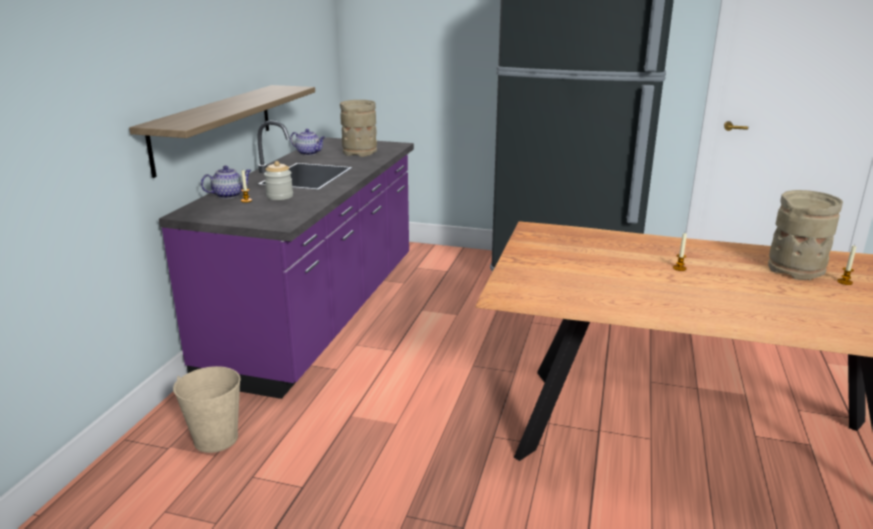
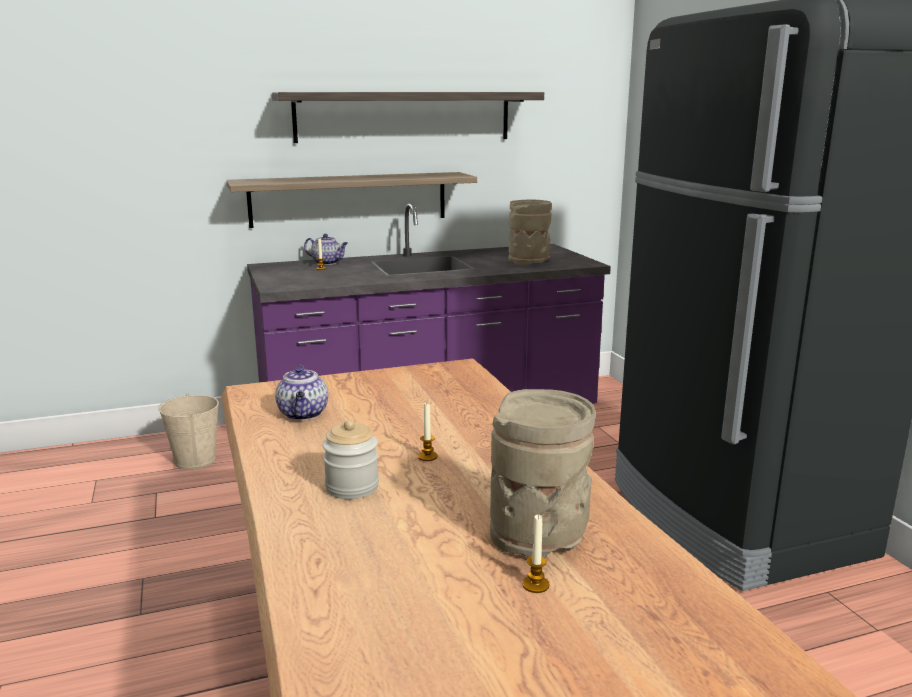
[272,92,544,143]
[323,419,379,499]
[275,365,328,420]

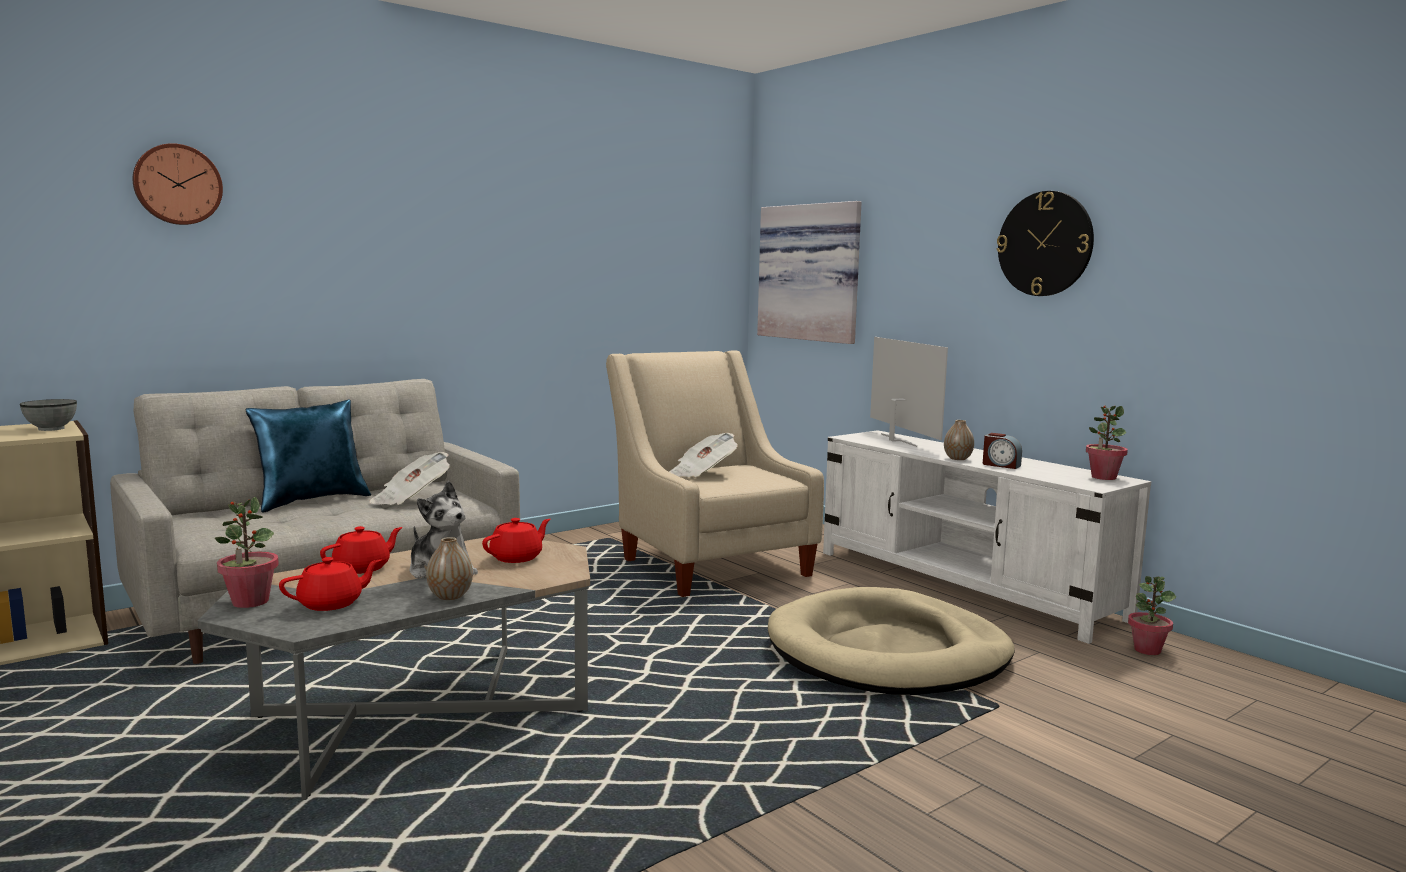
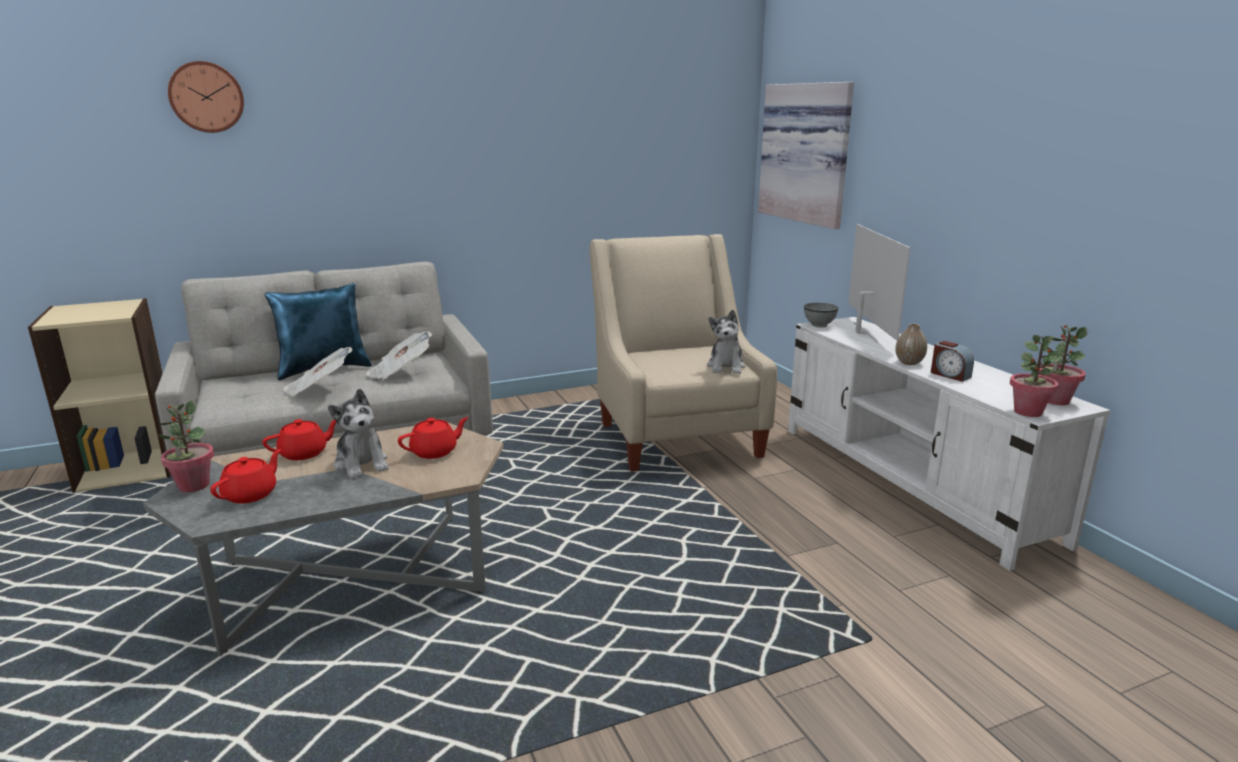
[426,537,473,600] (first image)
[768,587,1015,695] (first image)
[996,191,1094,296] (first image)
[707,310,745,374]
[804,303,838,328]
[283,347,352,396]
[1010,335,1063,417]
[210,449,281,503]

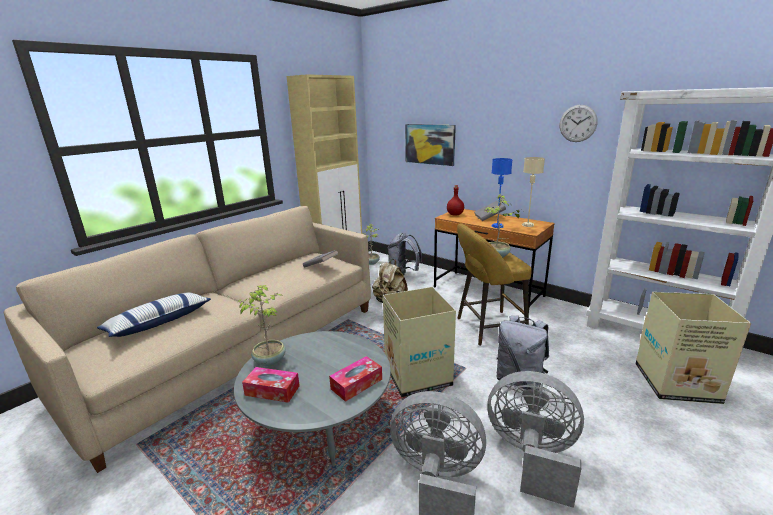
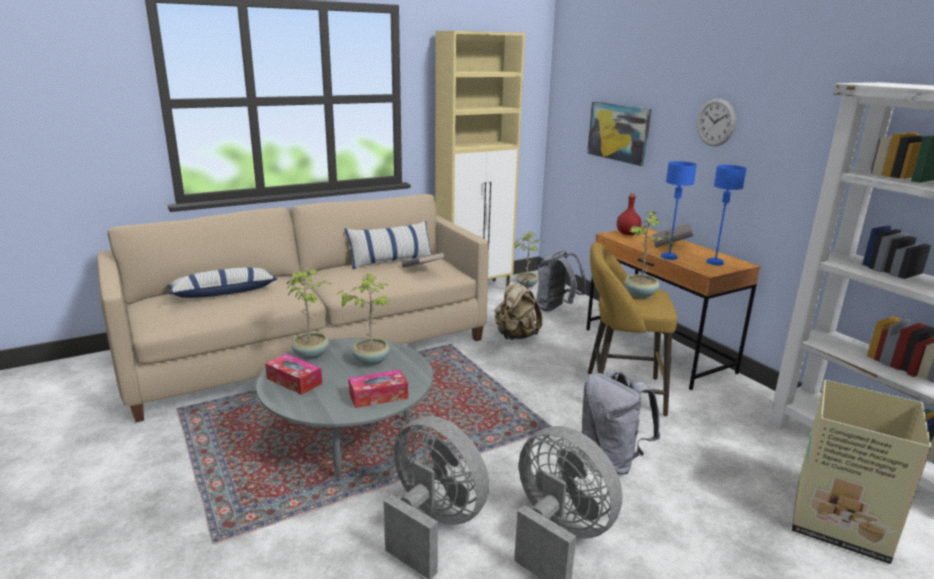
[383,287,456,398] (first image)
[337,273,391,366]
[345,221,432,269]
[697,98,736,146]
[706,165,747,266]

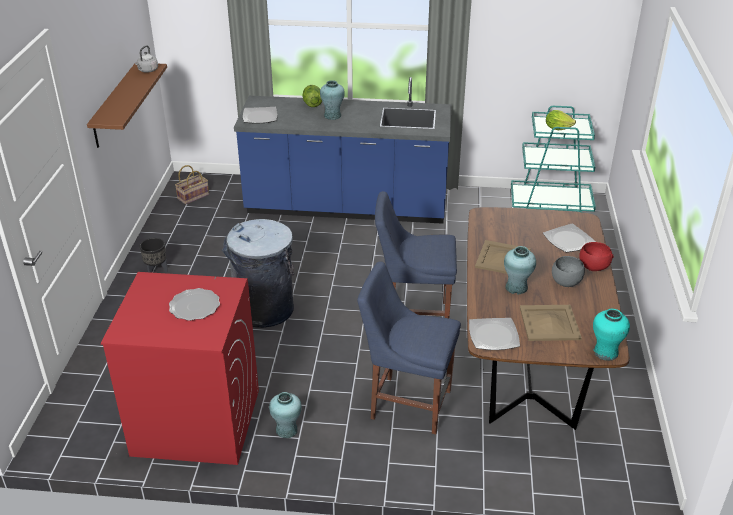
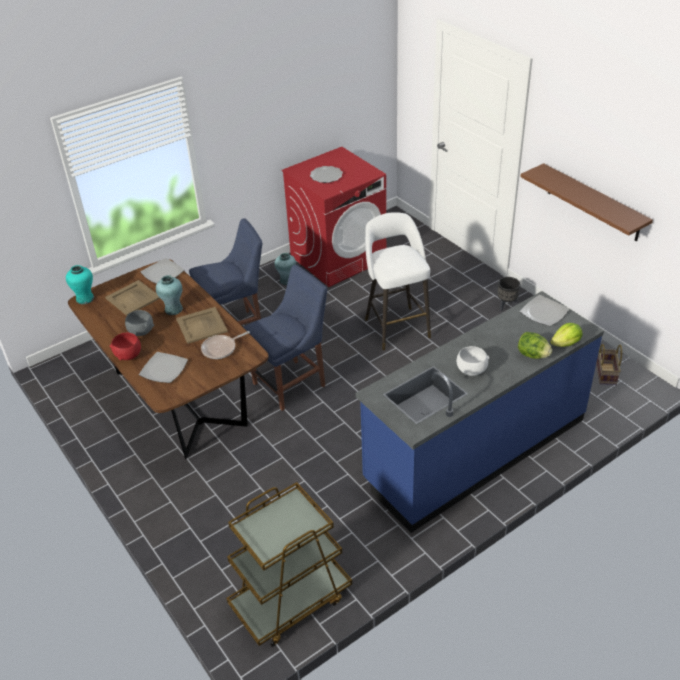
[135,45,158,73] (first image)
[320,80,345,120] (first image)
[201,331,250,359]
[457,346,489,376]
[550,323,582,347]
[365,212,431,350]
[226,482,352,647]

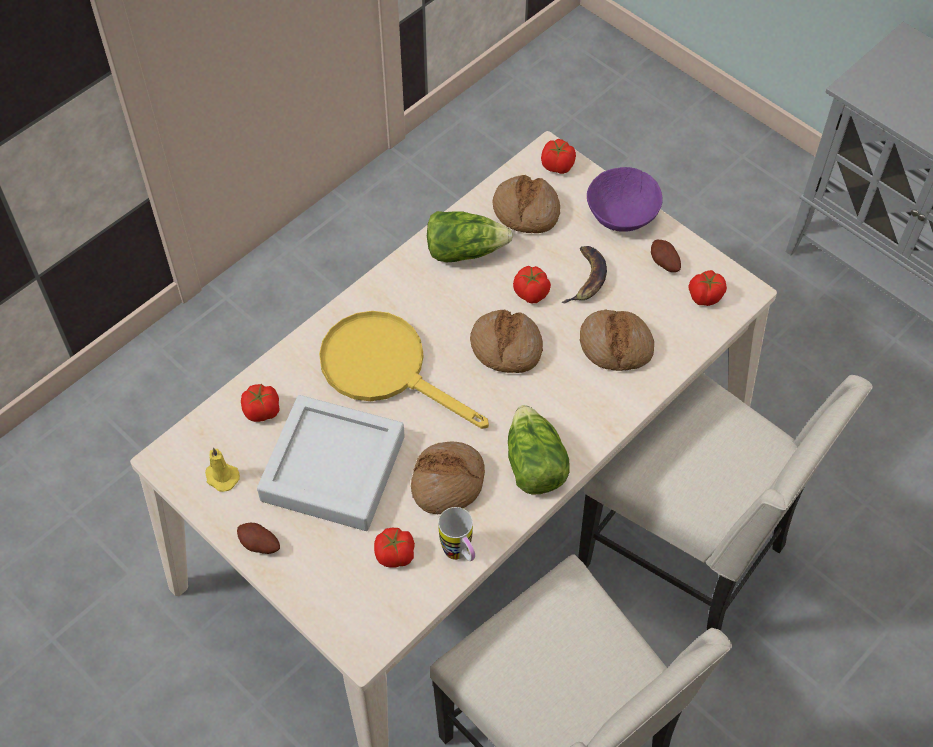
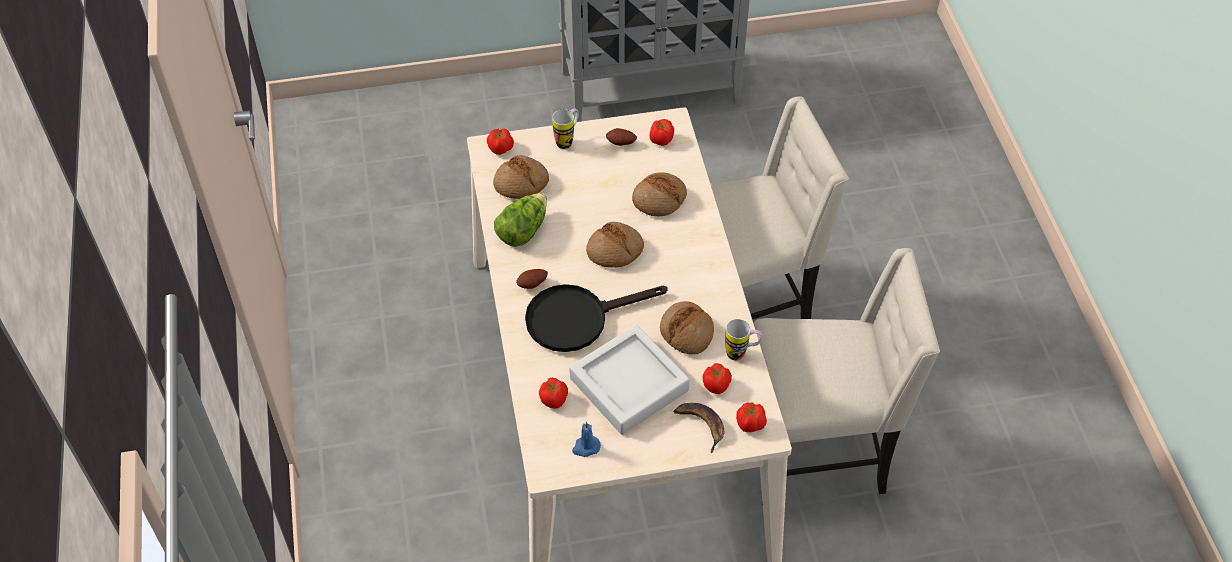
[508,405,570,494] (first image)
[516,269,548,289]
[736,402,767,432]
[674,403,724,453]
[552,108,579,149]
[572,422,601,457]
[525,284,668,352]

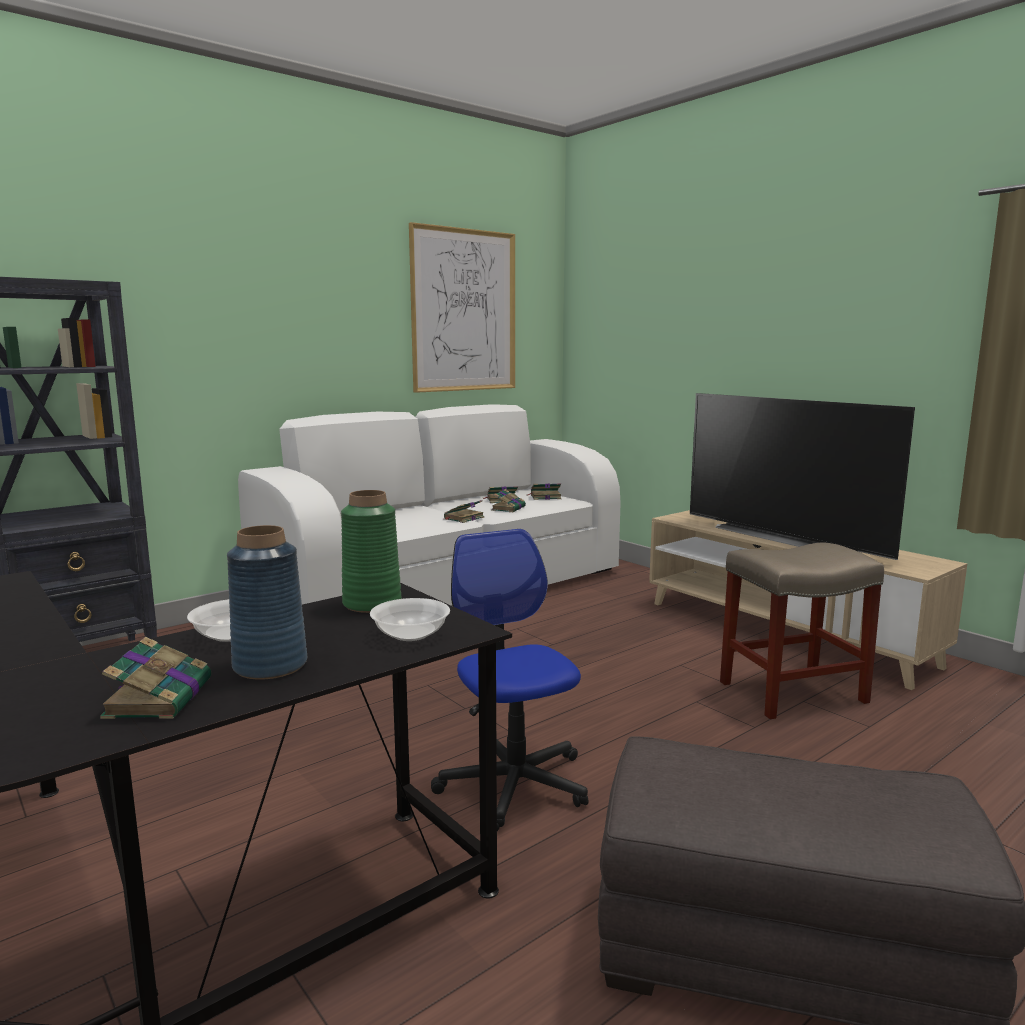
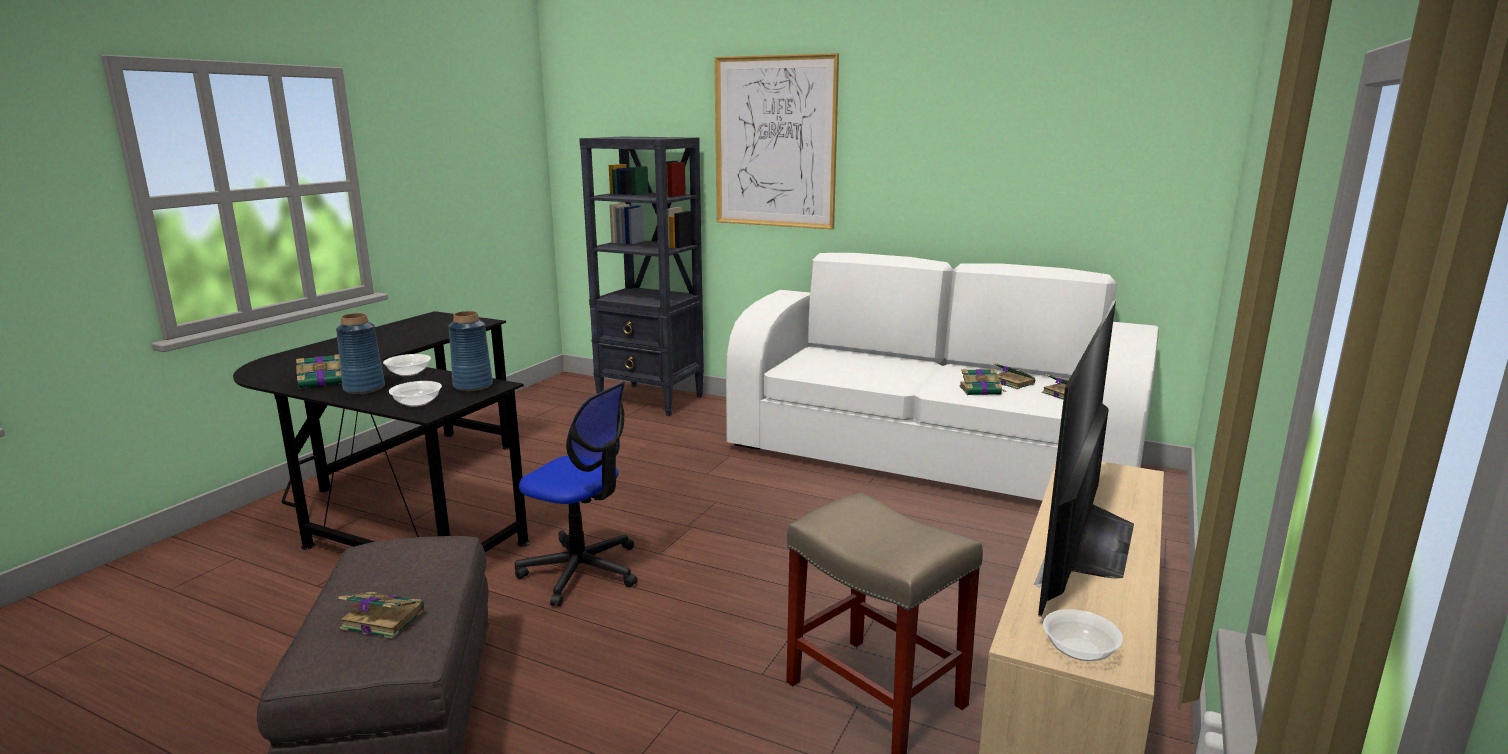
[1043,609,1123,661]
[714,53,839,229]
[339,592,424,639]
[448,311,493,391]
[515,382,637,606]

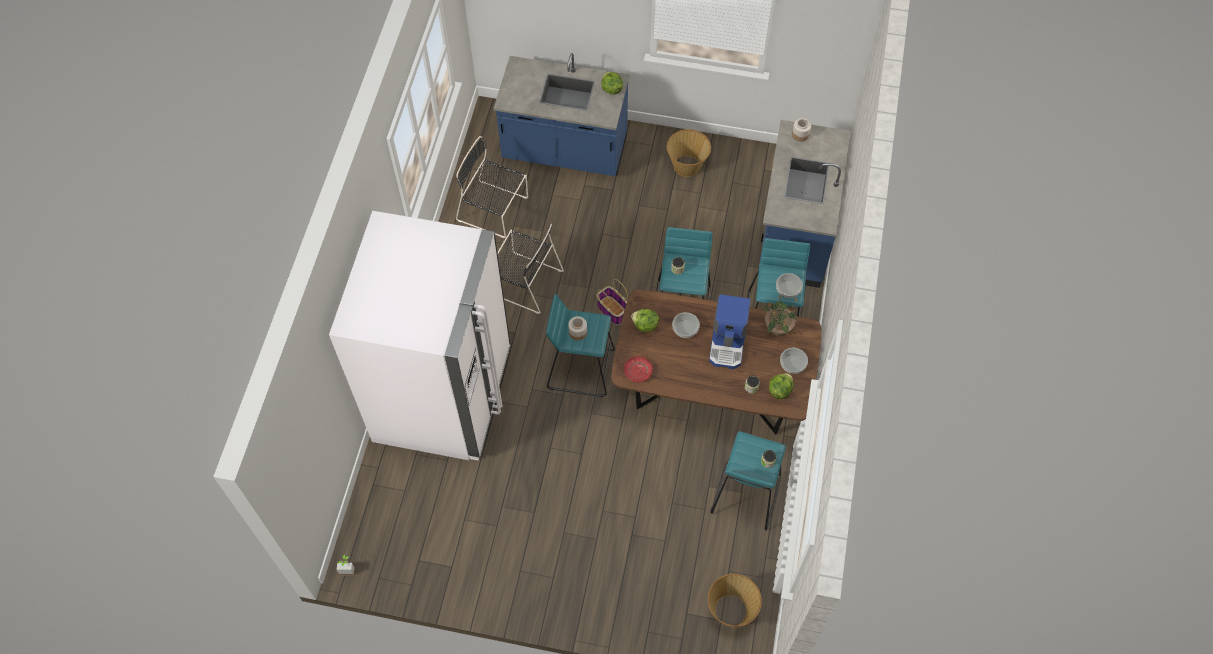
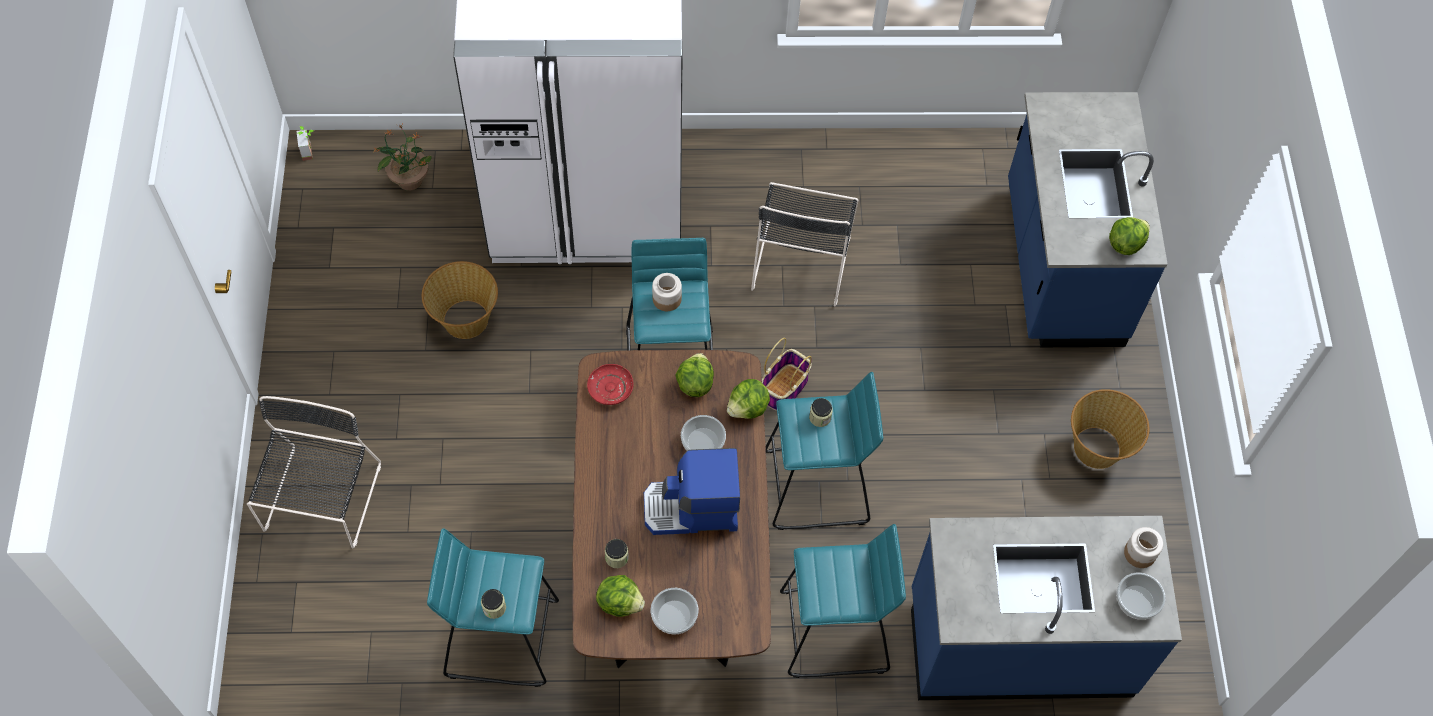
[727,379,770,419]
[247,396,381,548]
[422,261,498,339]
[373,124,432,191]
[1116,573,1166,620]

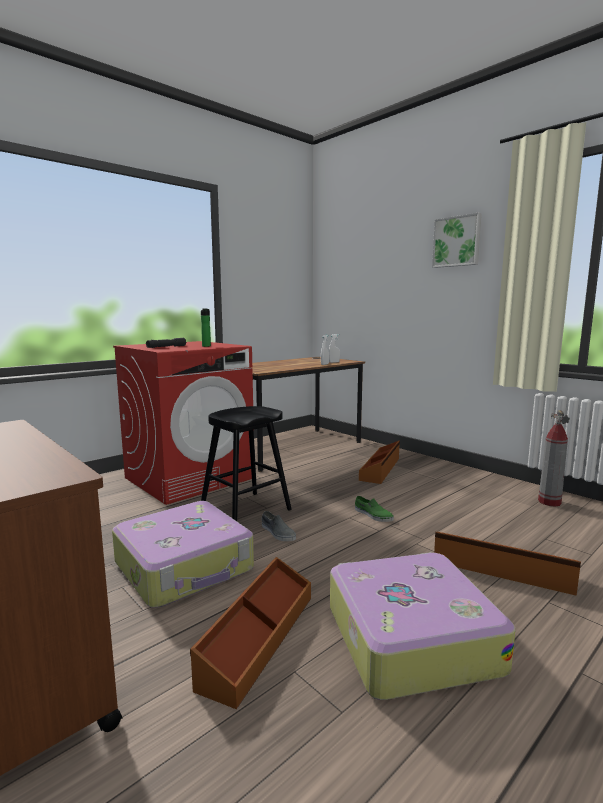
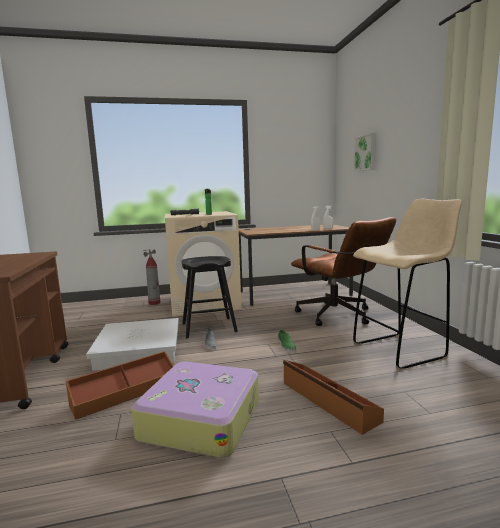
[353,199,462,371]
[354,133,376,172]
[143,249,161,305]
[86,318,179,371]
[291,217,396,326]
[165,211,241,316]

